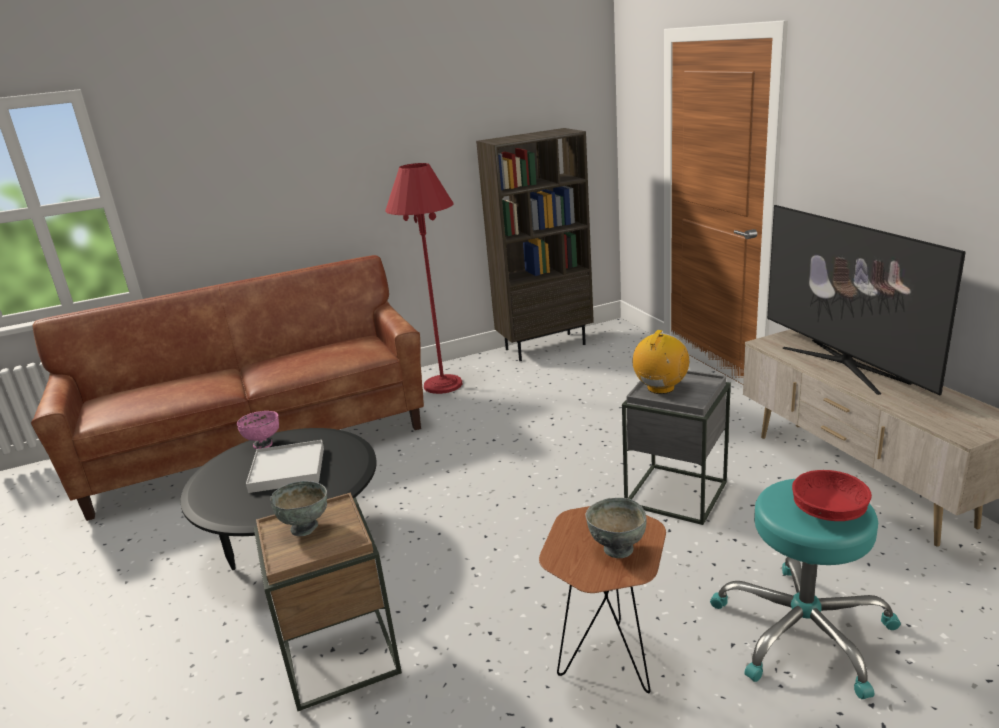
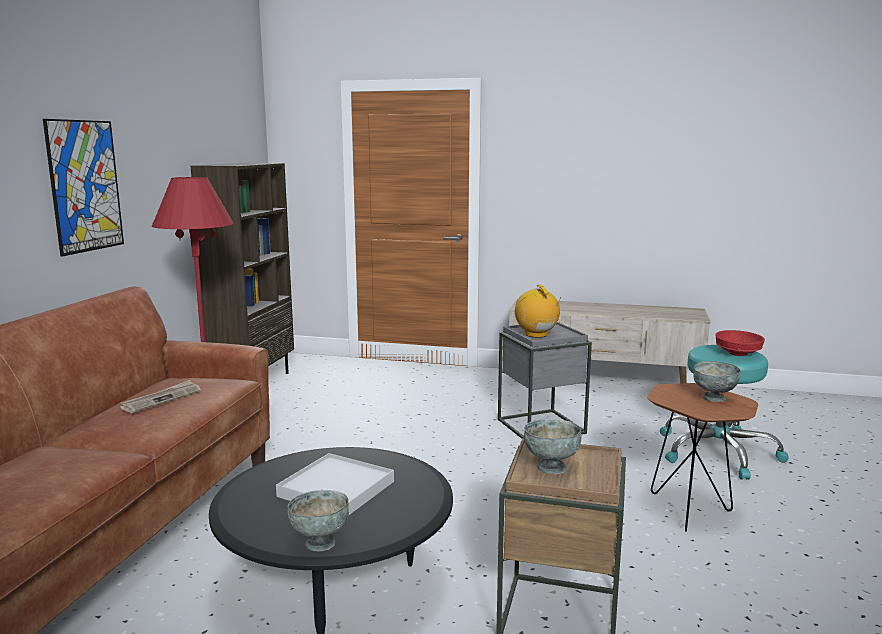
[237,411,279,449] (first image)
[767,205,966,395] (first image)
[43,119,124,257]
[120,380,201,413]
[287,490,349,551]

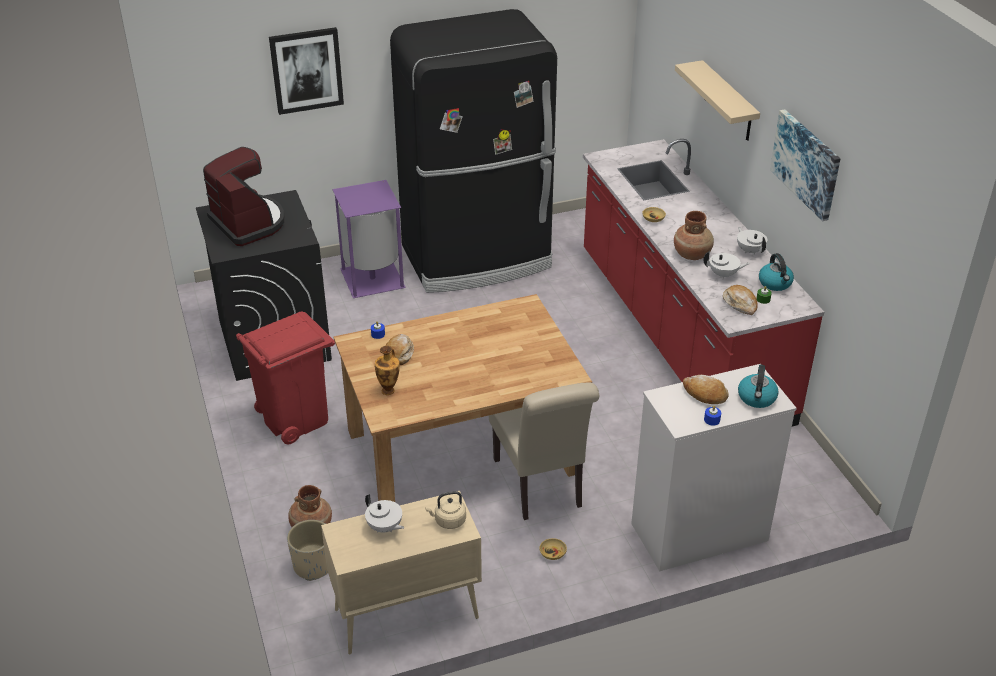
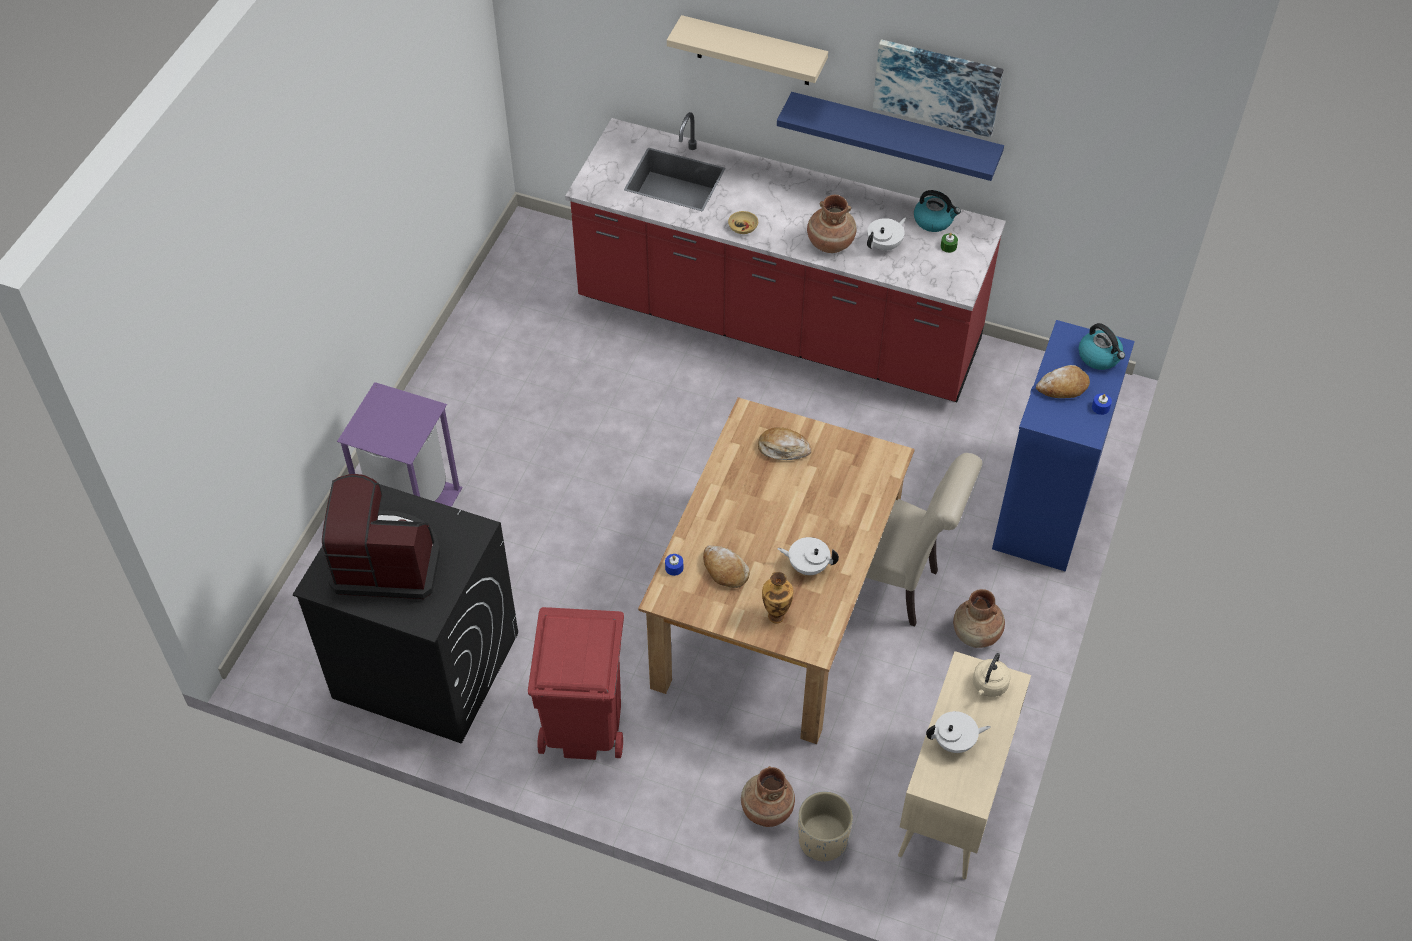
[269,27,344,115] (first image)
[390,9,557,293] (first image)
[777,92,1004,181]
[758,427,811,460]
[777,537,839,575]
[953,589,1005,648]
[992,320,1135,571]

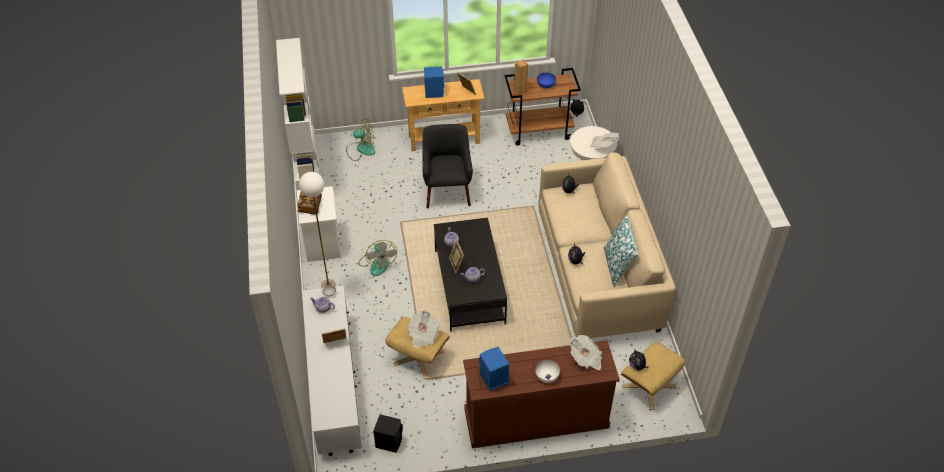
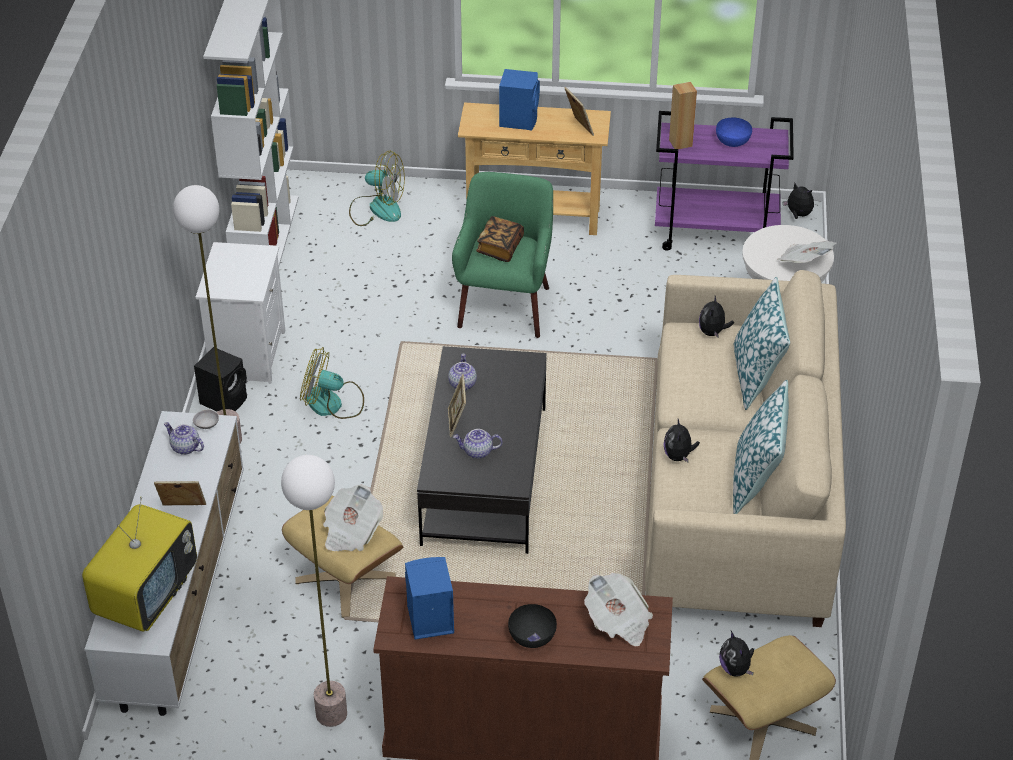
[82,497,197,632]
[281,455,347,727]
[734,277,790,410]
[476,216,524,262]
[194,347,247,411]
[452,172,553,338]
[655,111,794,251]
[508,604,557,648]
[300,347,364,419]

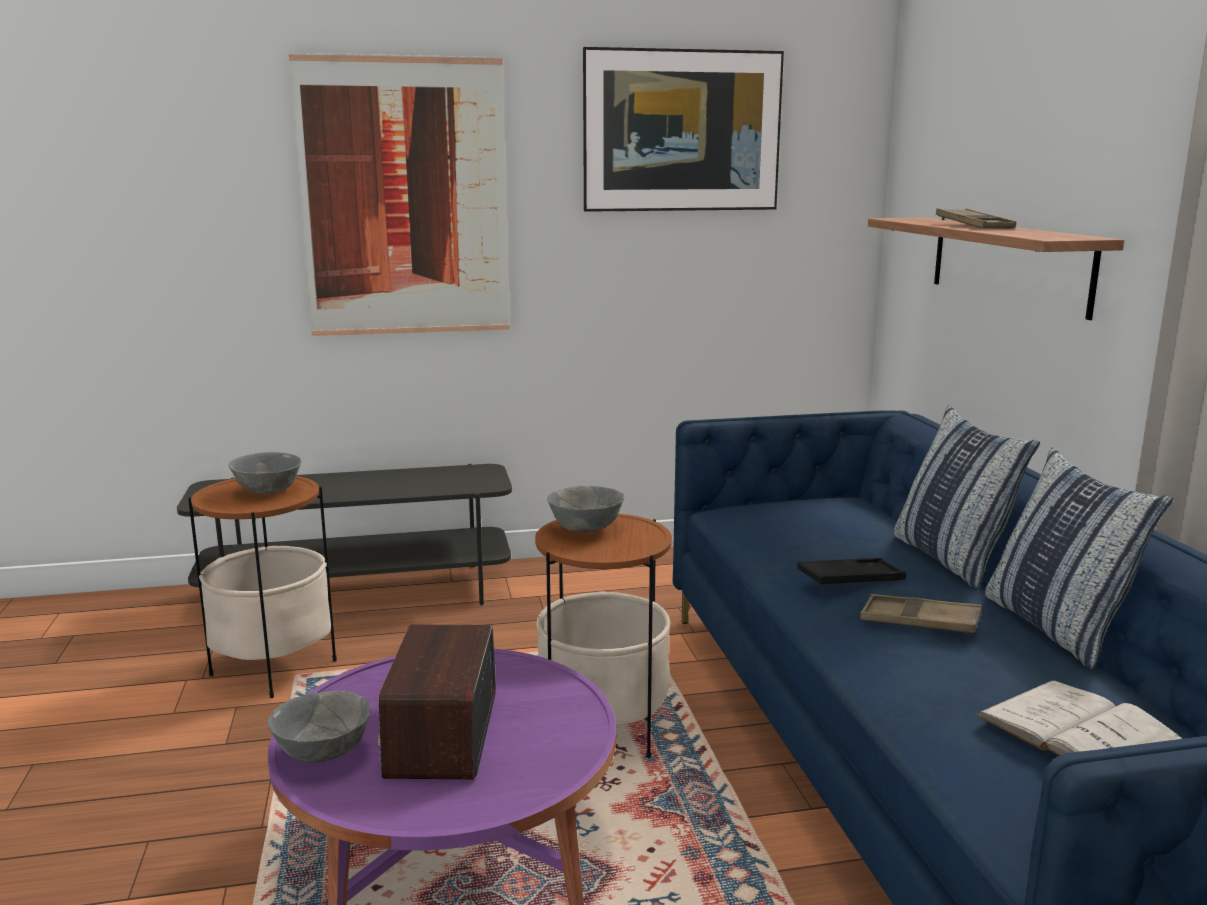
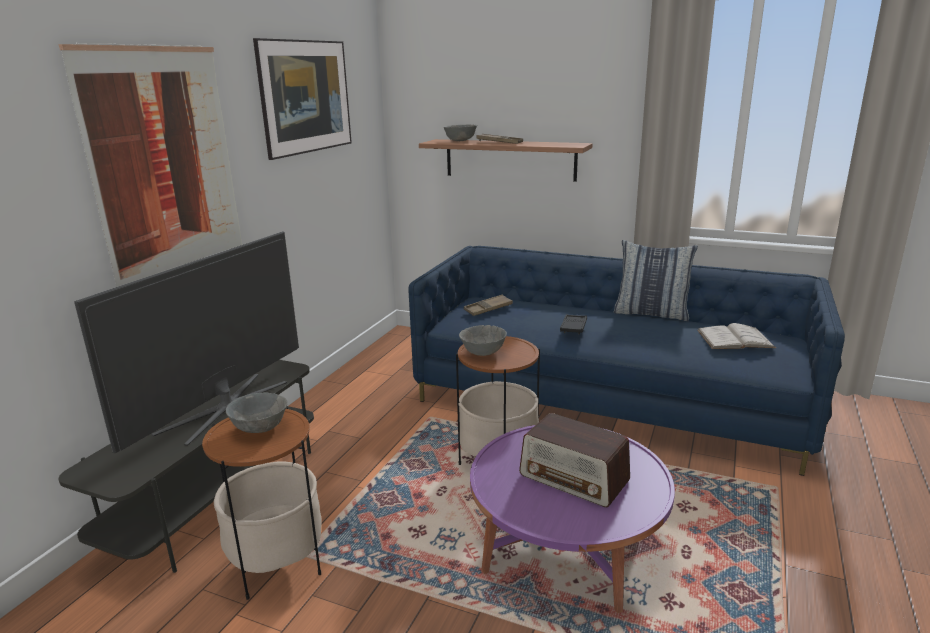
[893,405,1040,589] (first image)
[74,231,299,453]
[444,124,477,141]
[464,294,513,316]

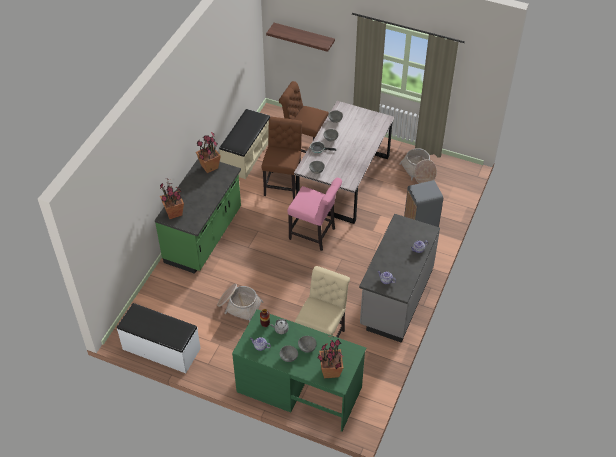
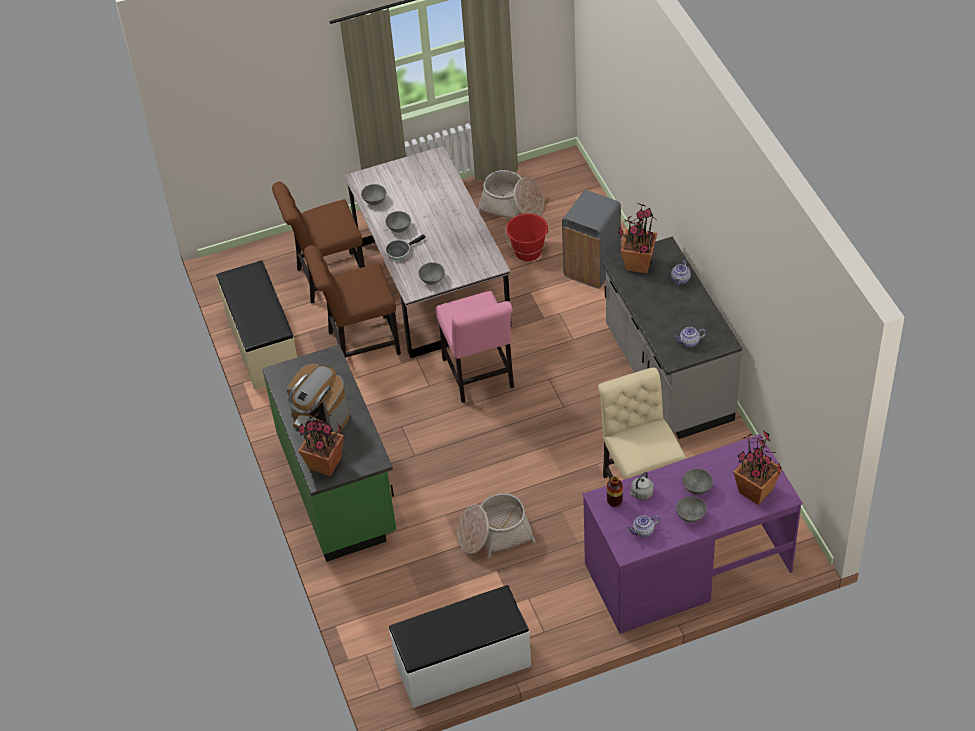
[266,23,335,52] (first image)
[287,364,349,434]
[505,213,549,261]
[618,203,657,273]
[582,434,803,633]
[304,245,401,358]
[436,291,514,403]

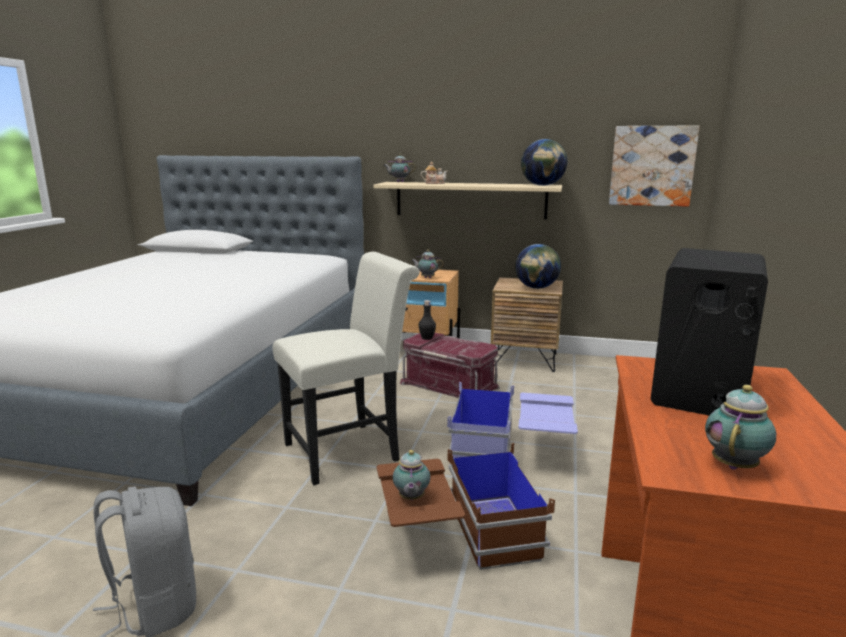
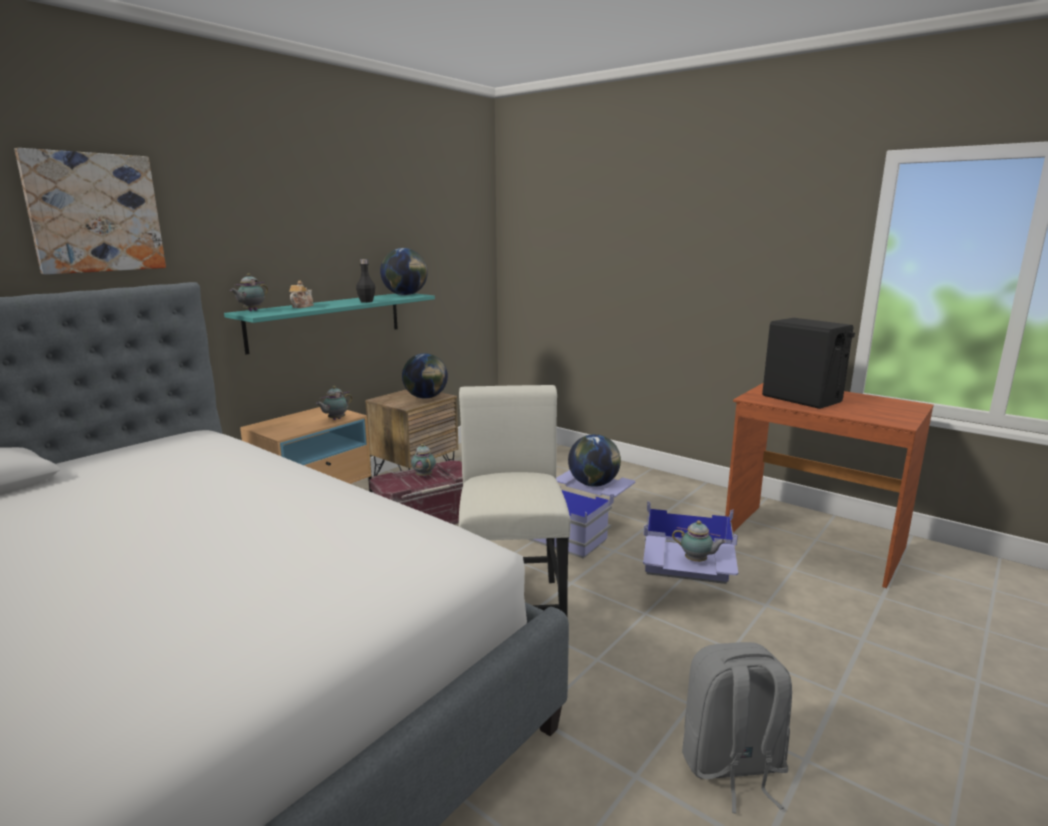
[568,434,621,487]
[356,259,375,303]
[15,148,166,275]
[411,444,436,477]
[224,293,435,354]
[643,501,738,584]

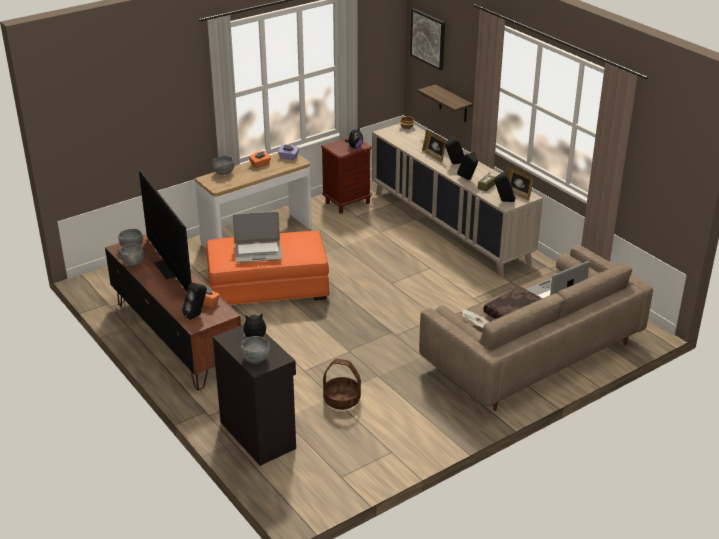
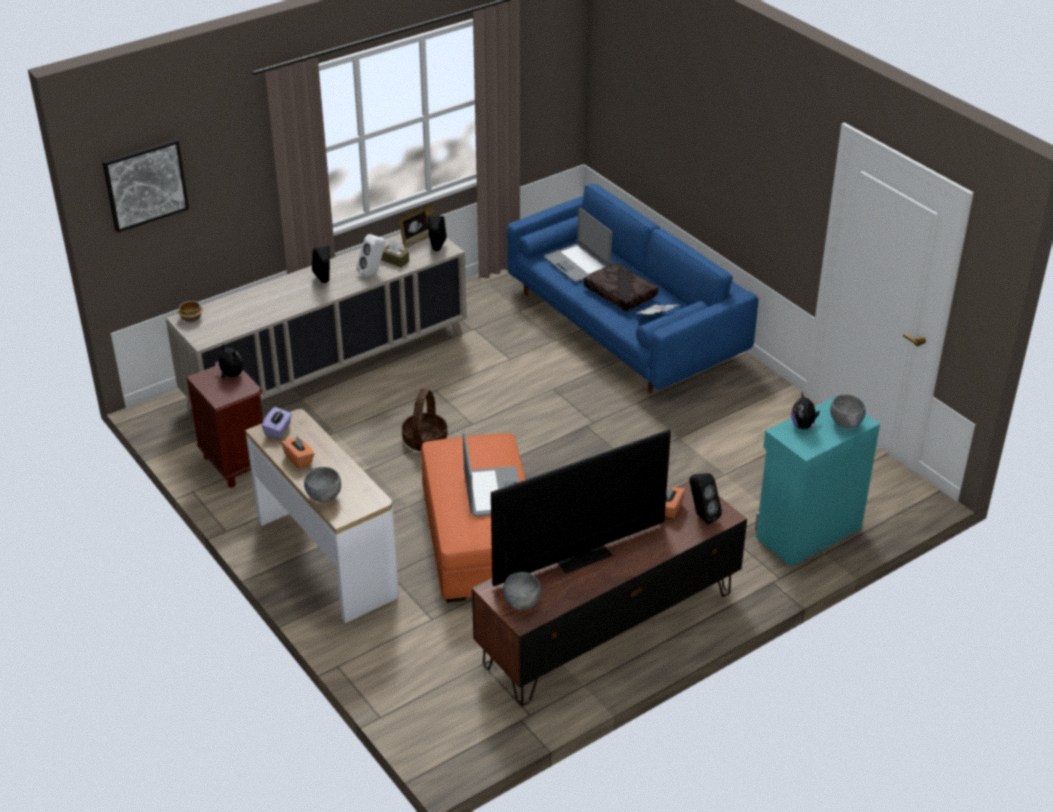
[120,243,144,266] (first image)
[418,84,473,122] (first image)
[422,130,447,163] (first image)
[402,389,447,451]
[755,395,880,567]
[507,184,758,394]
[357,234,386,278]

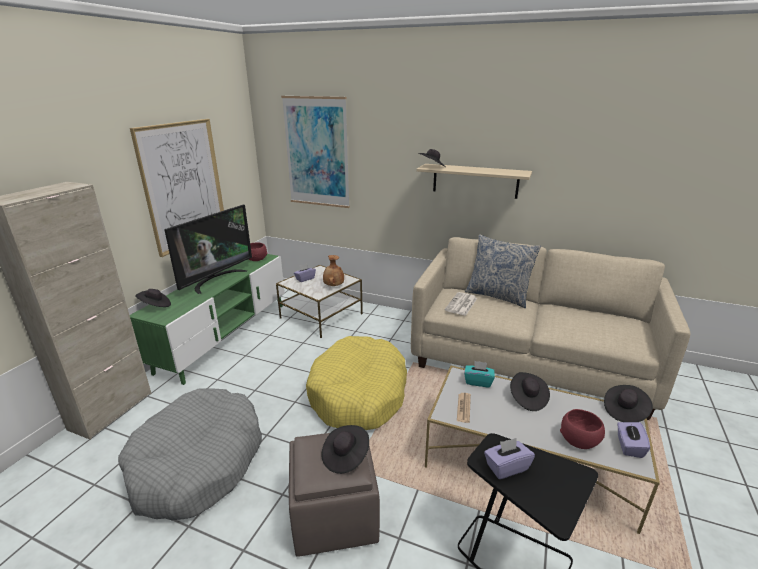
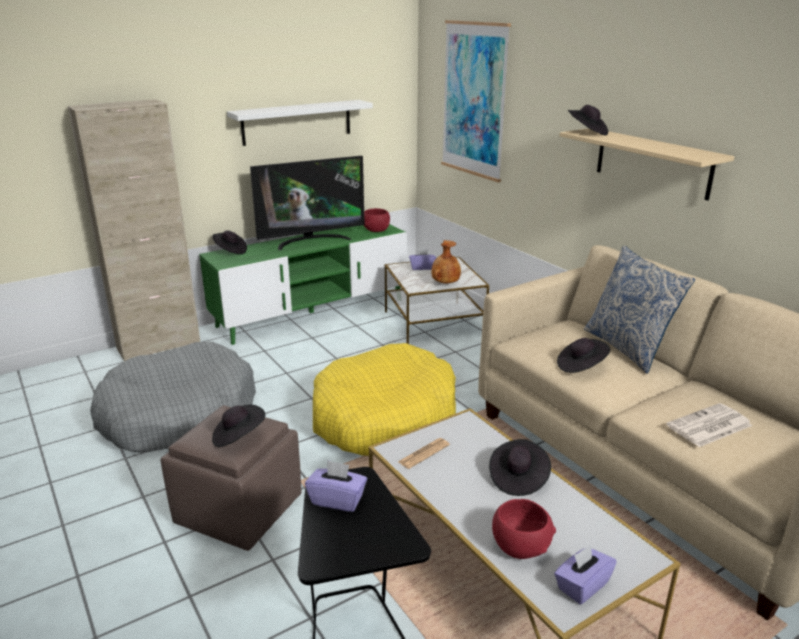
[464,361,495,388] (first image)
[667,403,752,447]
[557,338,610,373]
[227,100,373,146]

